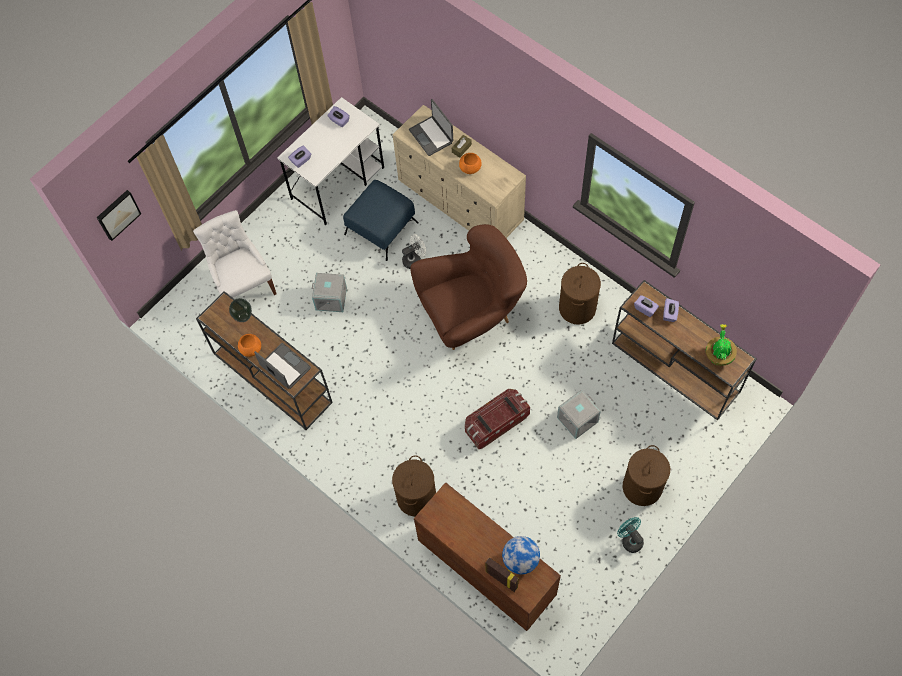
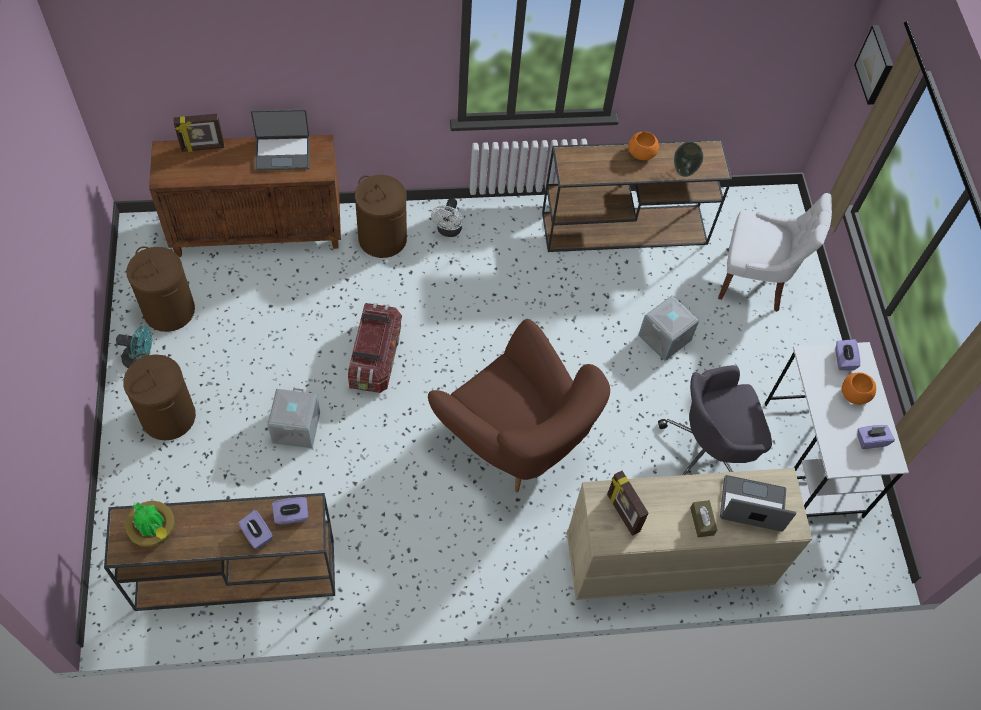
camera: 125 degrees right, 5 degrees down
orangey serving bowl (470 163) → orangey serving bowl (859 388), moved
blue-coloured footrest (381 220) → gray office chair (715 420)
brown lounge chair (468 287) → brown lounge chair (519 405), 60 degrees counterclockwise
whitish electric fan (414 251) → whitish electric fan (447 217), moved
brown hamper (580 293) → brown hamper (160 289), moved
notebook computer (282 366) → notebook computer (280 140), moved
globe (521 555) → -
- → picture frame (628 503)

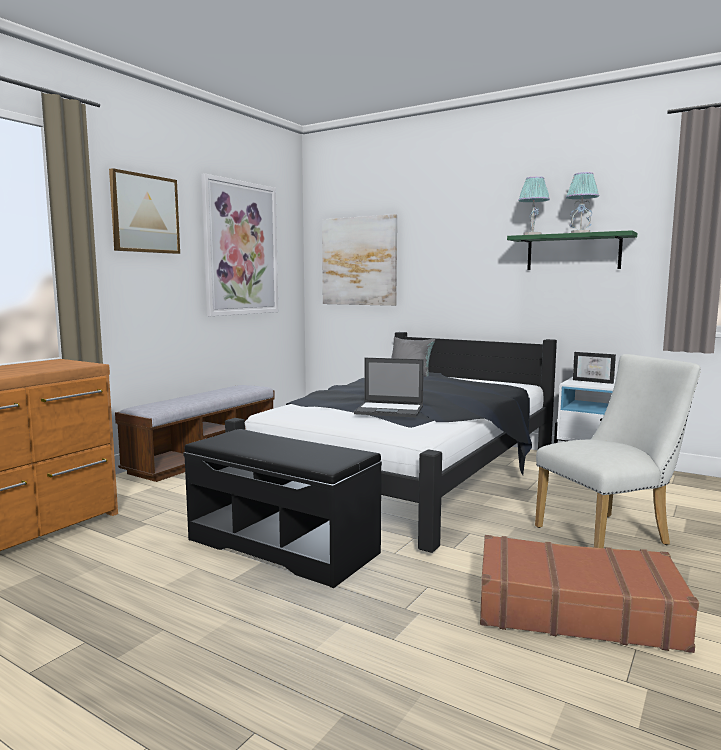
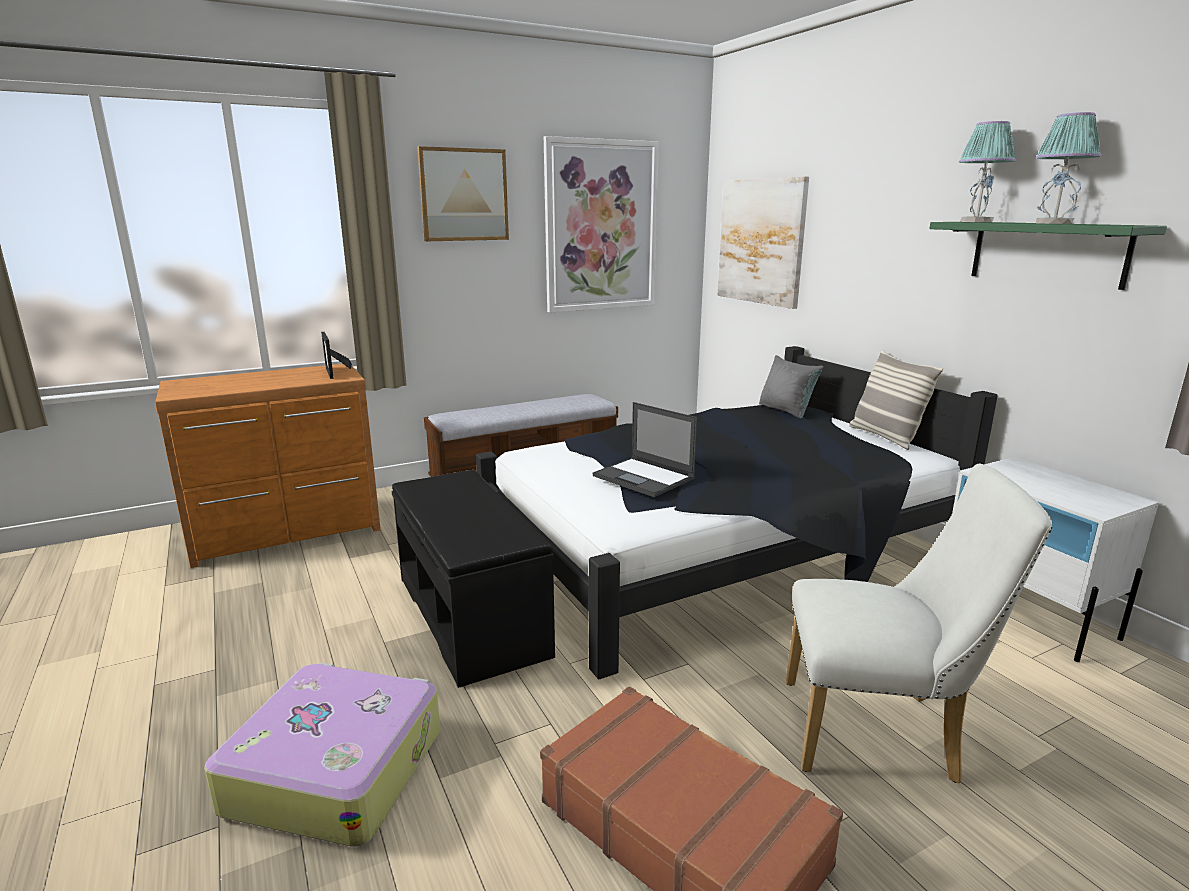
camera: 30 degrees right, 10 degrees up
picture frame (594 368) → picture frame (336 355), moved
- → cushion (896 400)
- → piece of luggage (322 754)

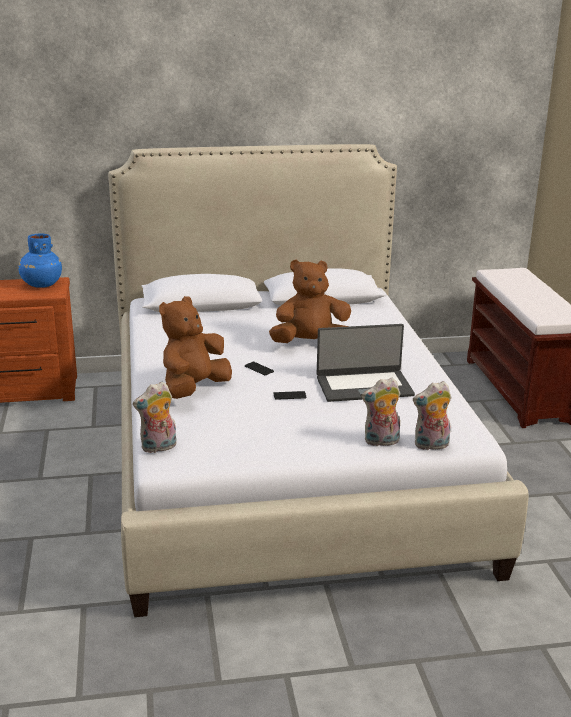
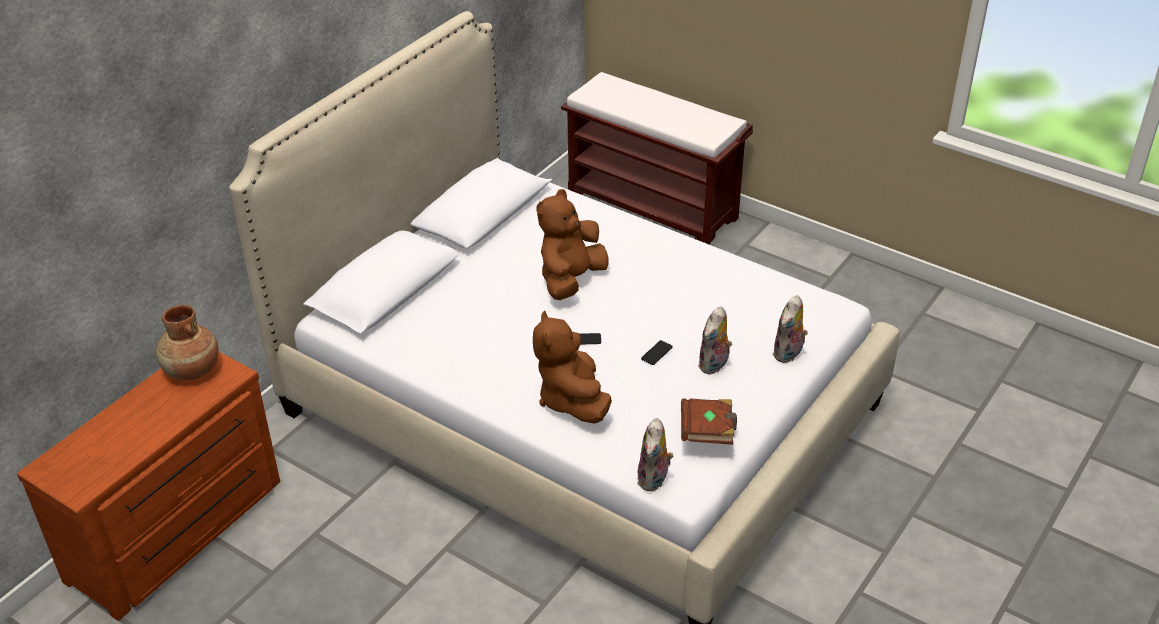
camera: 45 degrees left, 15 degrees up
blue-coloured vase (40 260) → brown vase (187 342)
notebook computer (366 363) → -
plush toy (432 415) → plush toy (715 340), moved
- → brown volume (709 421)

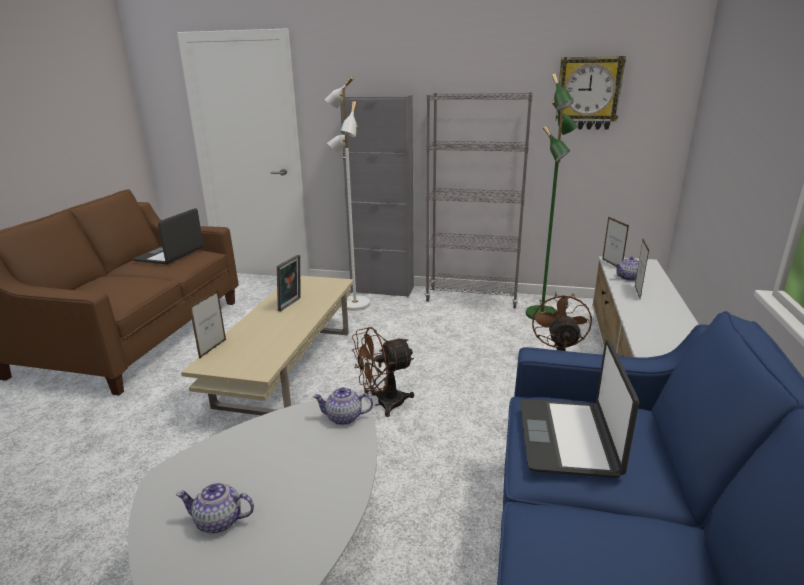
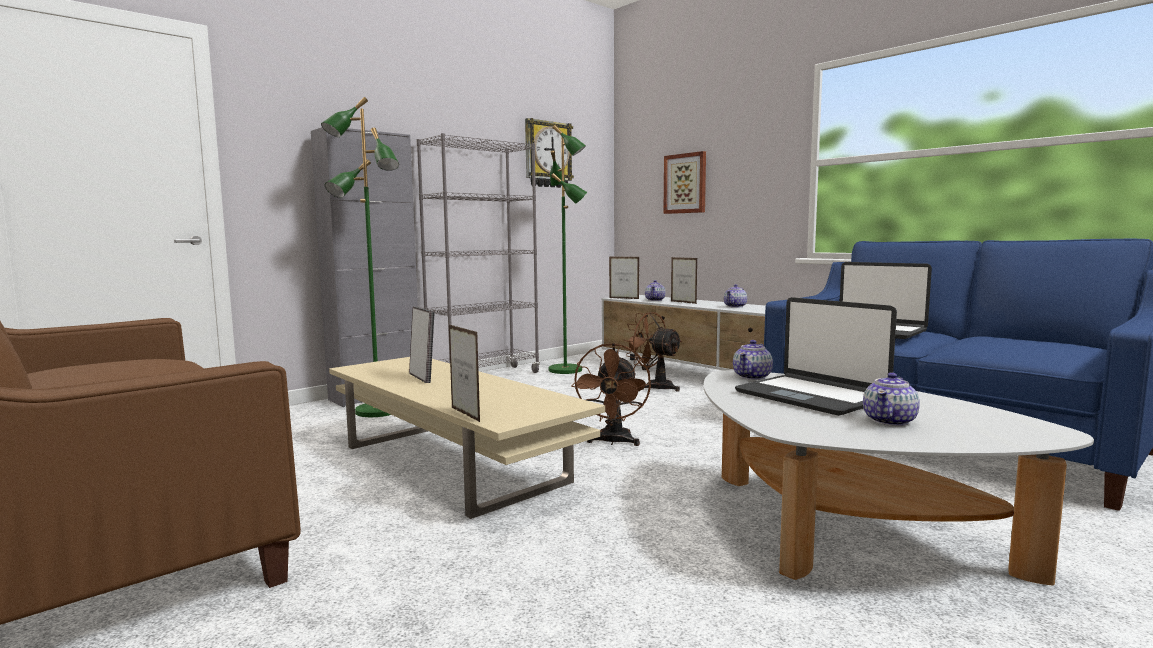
camera: 55 degrees left, 15 degrees down
whitish standing lamp (347 193) → green-coloured standing lamp (360 257)
notebook computer (168 236) → notebook computer (816 356), moved
- → wall art (684 182)
- → pot for tea (735 296)

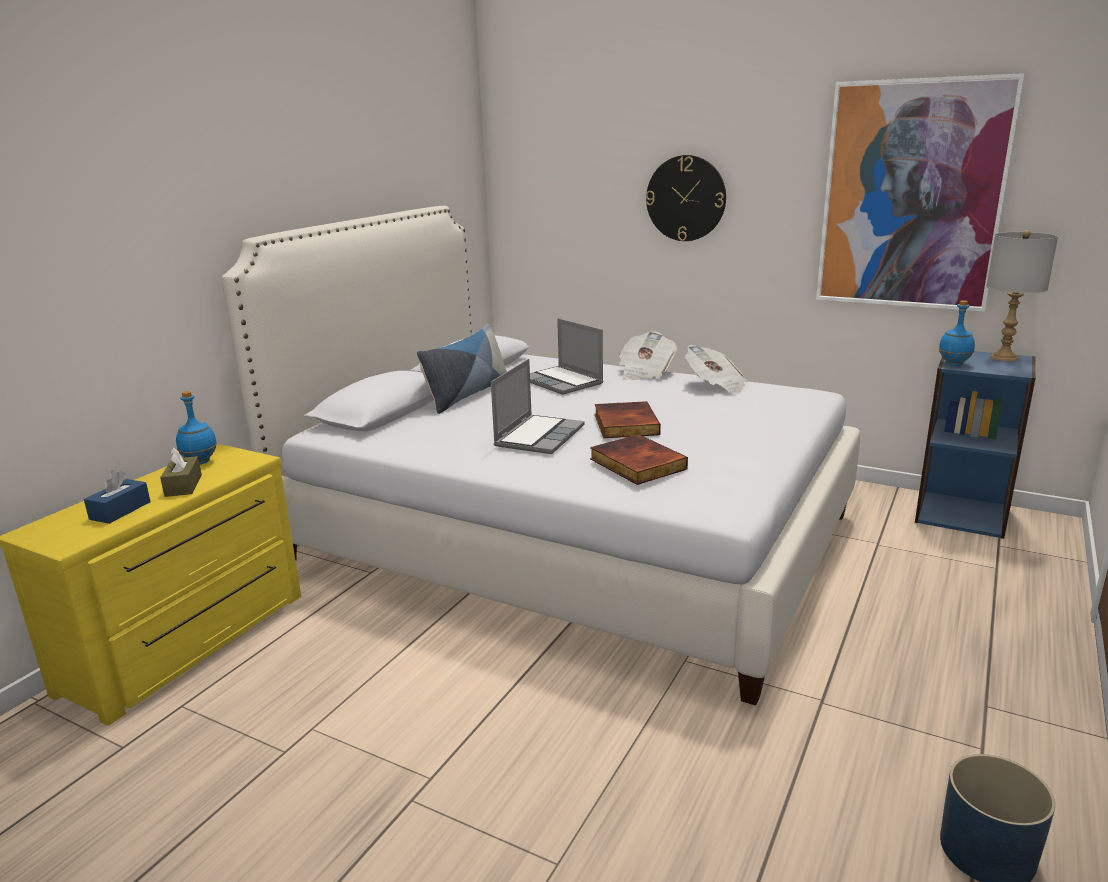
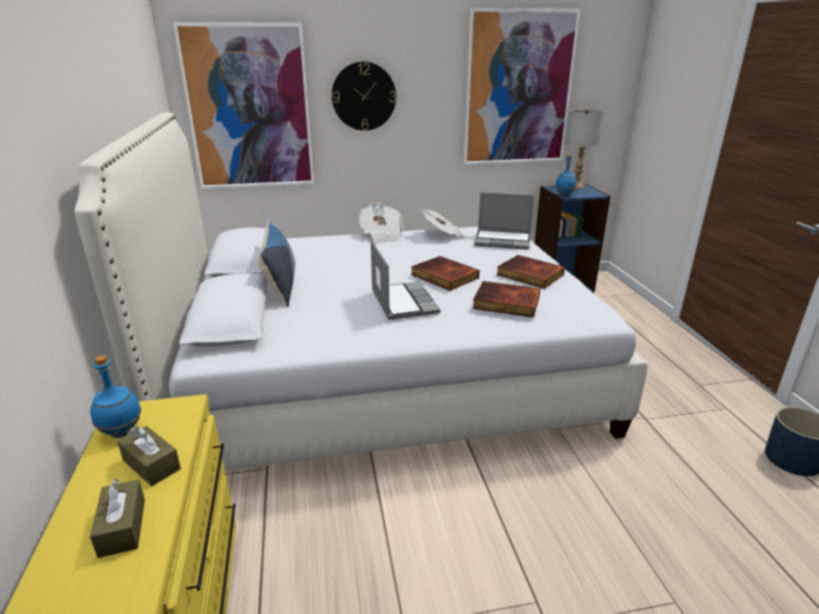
camera: 40 degrees left, 5 degrees up
notebook computer (566 356) → notebook computer (504 221), moved
blue-coloured box of tissues (117 497) → brown box of tissues (117 518)
- → wall art (243 105)
- → volume (530 272)

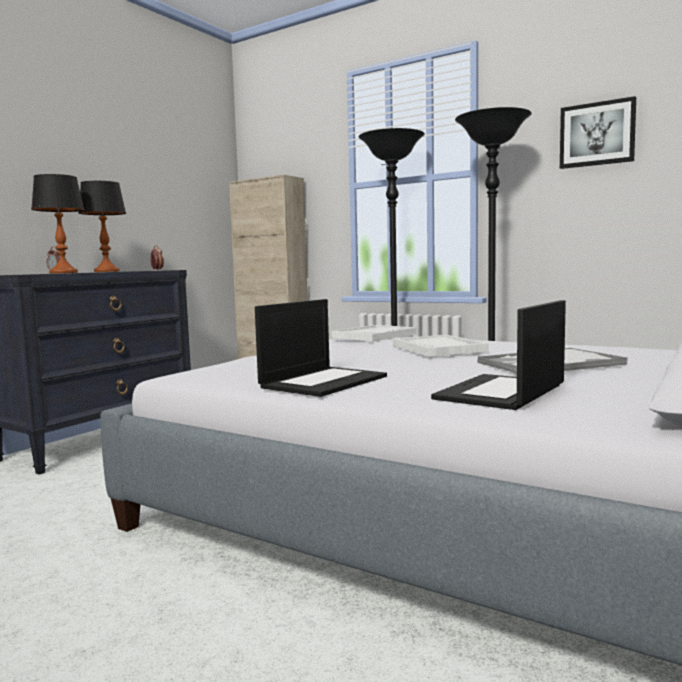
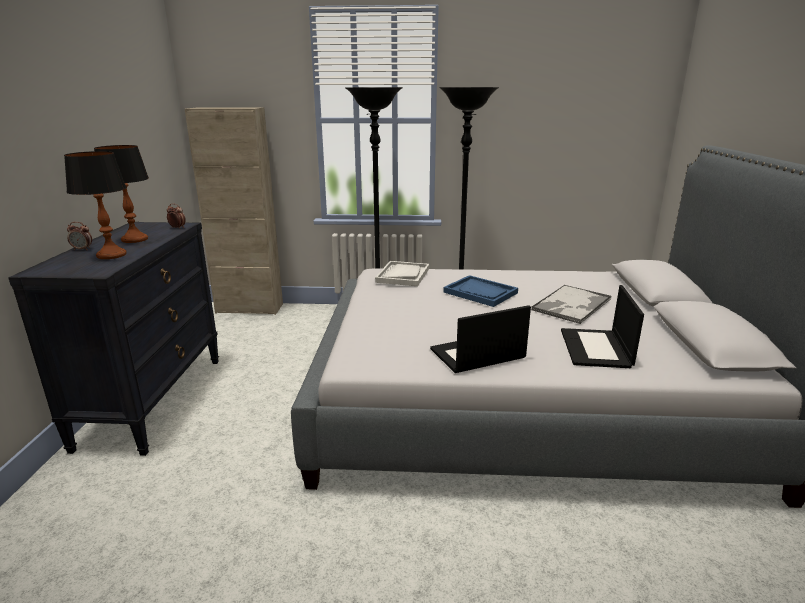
camera: 30 degrees left, 15 degrees up
wall art (598 132) → -
notebook computer (321 348) → notebook computer (480 339), 120 degrees counterclockwise
whitish serving tray (441 346) → blue-coloured serving tray (480 291)

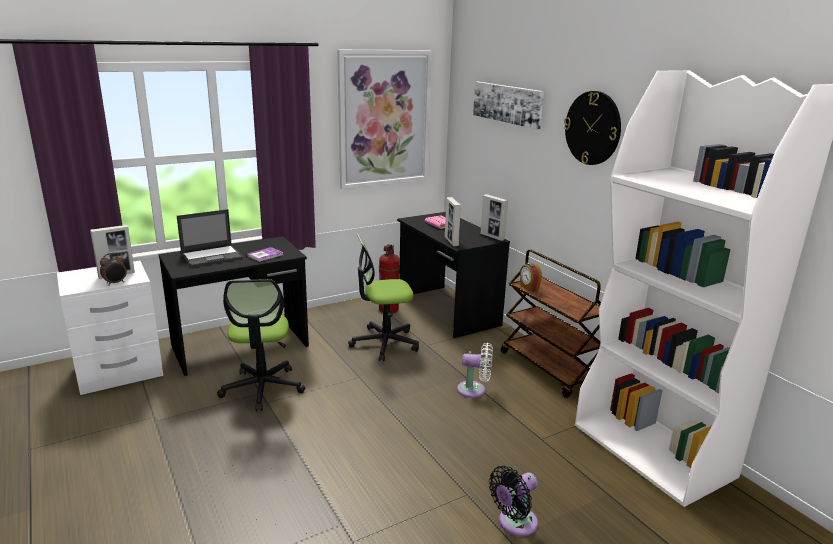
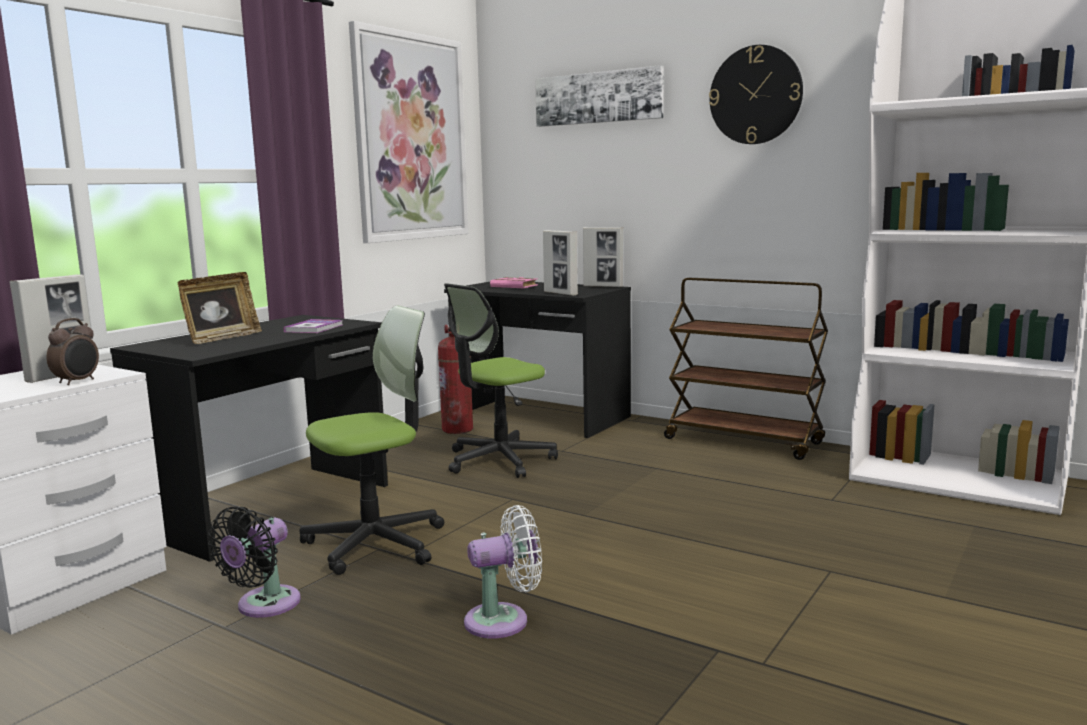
camera: 25 degrees left, 10 degrees down
notebook computer (210 238) → picture frame (219 308)
alarm clock (531 277) → -
office chair (261 345) → office chair (371 440), 90 degrees counterclockwise
whitish electric fan (475 370) → whitish electric fan (503 572), moved
black electric fan (513 501) → black electric fan (254 562), moved

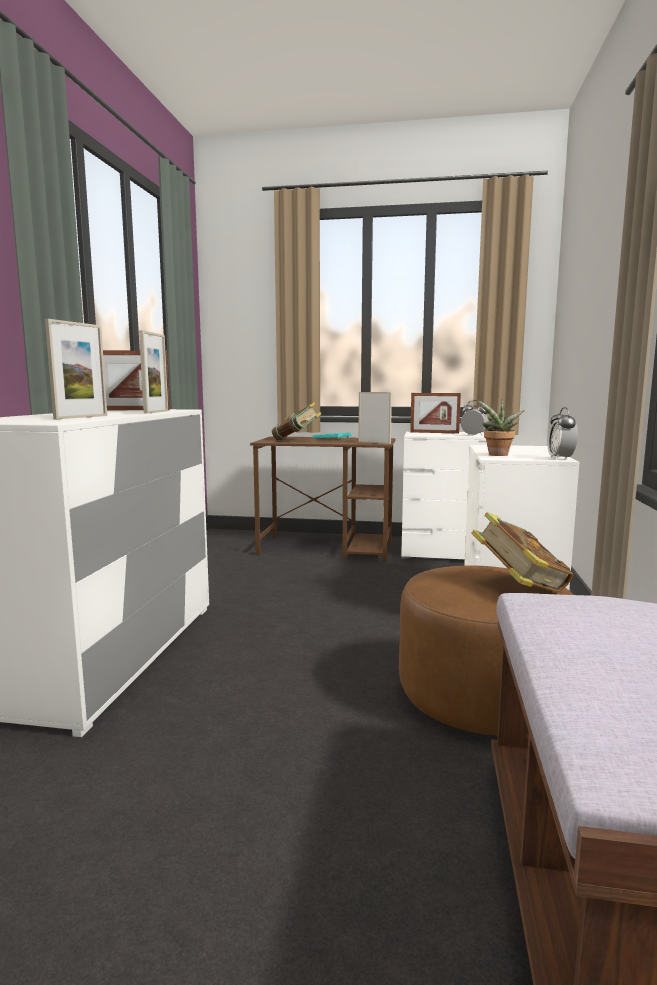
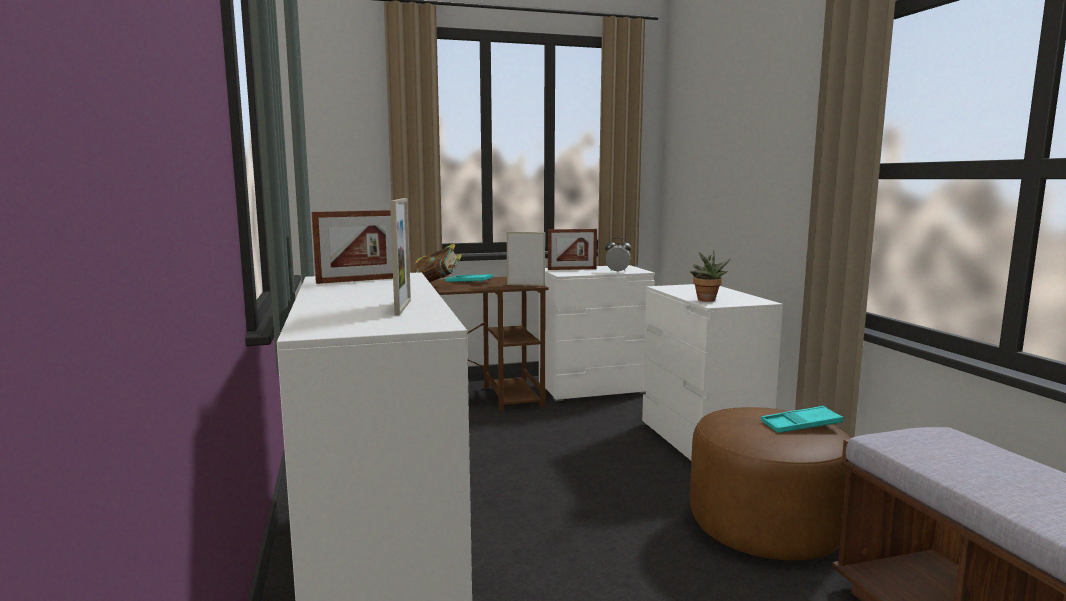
camera: 25 degrees left, 0 degrees up
picture frame (153 372) → -
alarm clock (563 433) → -
volume (522 552) → turquoise-coloured serving tray (802 419)

